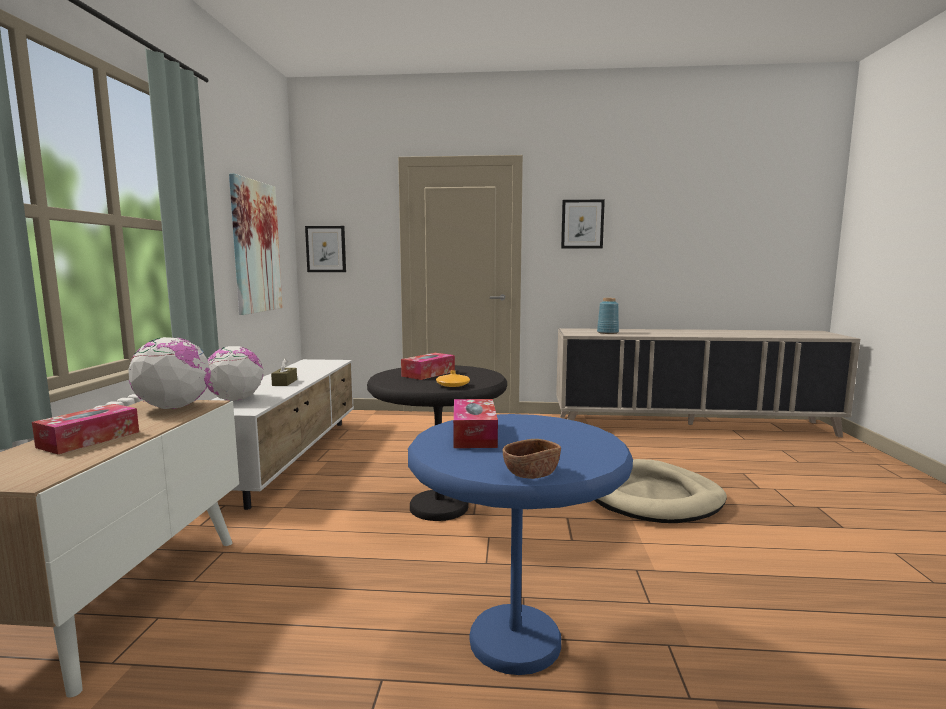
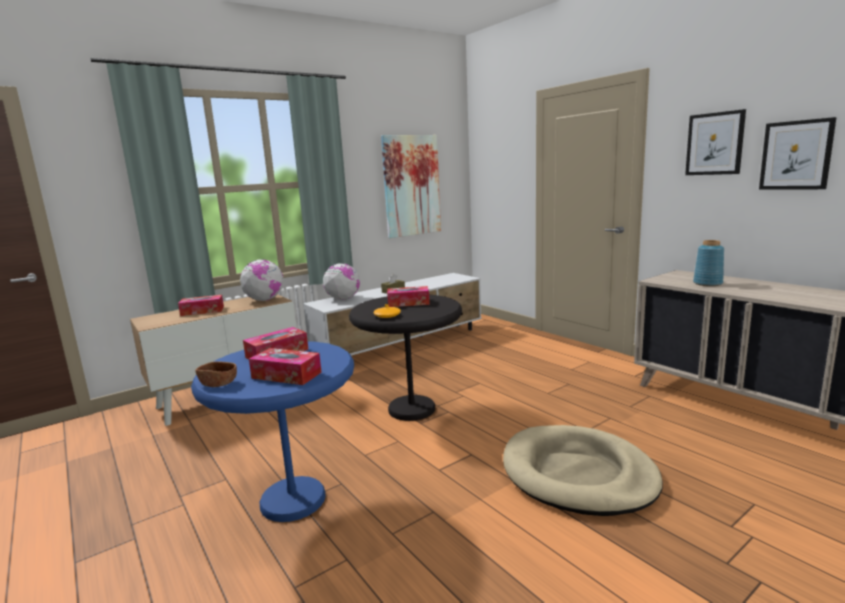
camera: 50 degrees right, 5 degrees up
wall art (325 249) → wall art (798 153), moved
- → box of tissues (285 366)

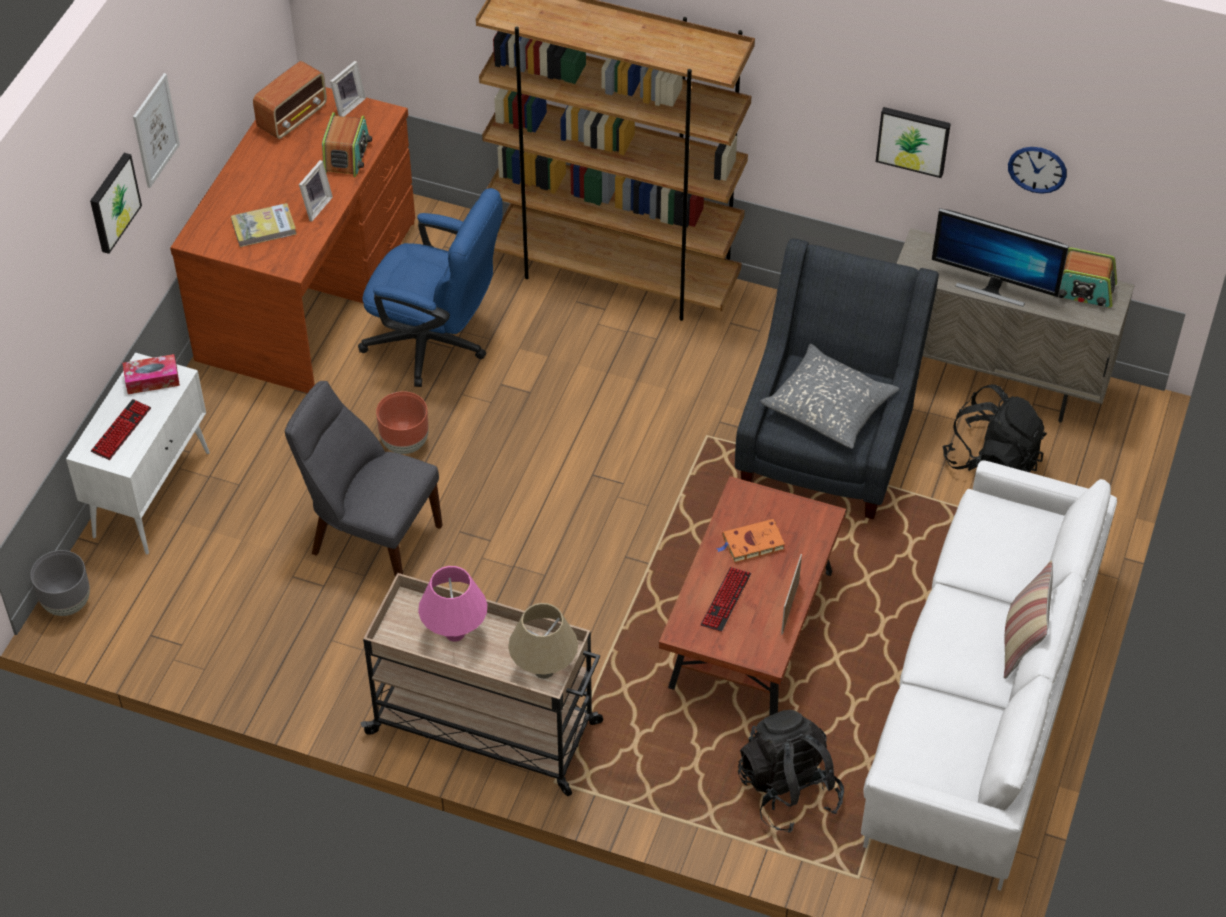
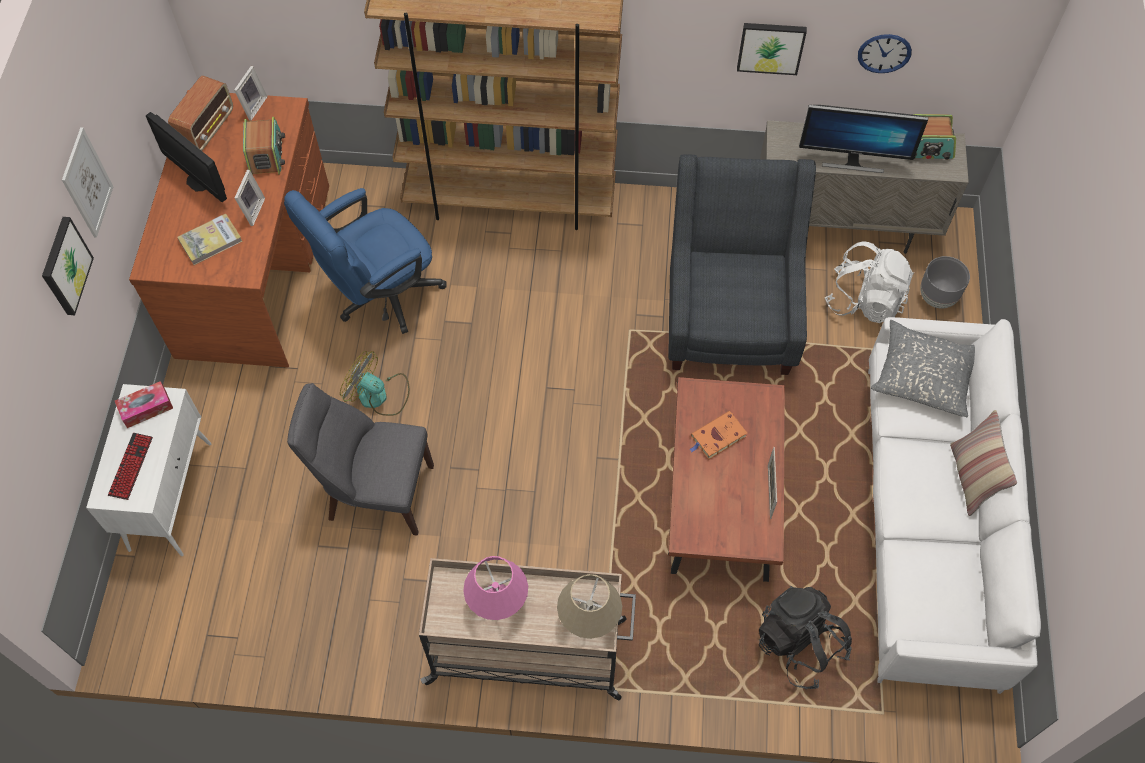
camera: 15 degrees left, 10 degrees up
blue-coloured office chair (430 287) → blue-coloured office chair (365 261), 135 degrees clockwise
gray cushion (829 396) → gray cushion (923 368), moved
black rucksack (994 428) → whitish rucksack (869 282)
brown planter (402 422) → electric fan (375 383)
gray planter (60 583) → gray planter (945 282), moved
keyboard (726 599) → -
- → computer display (186 157)

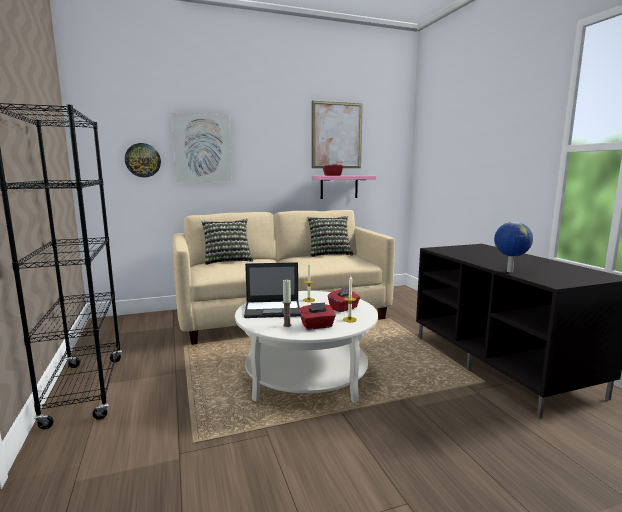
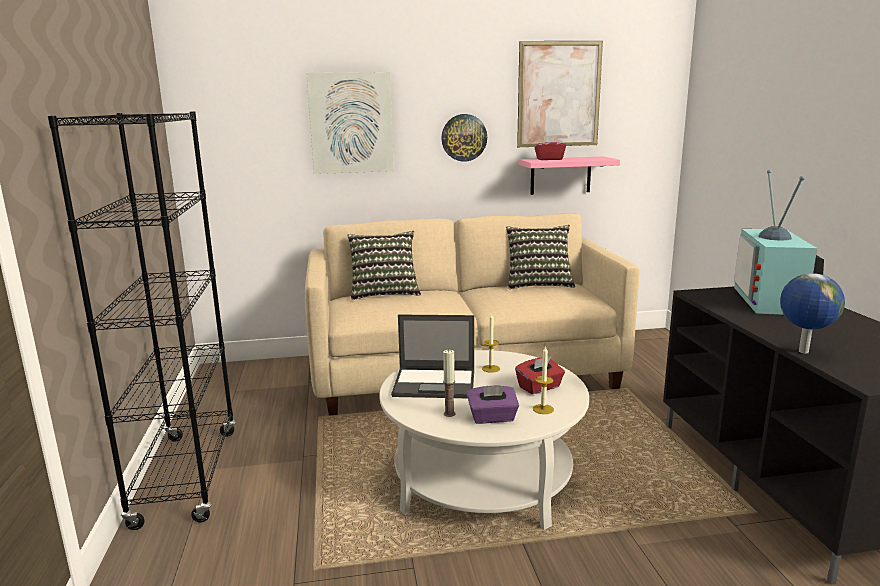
camera: 10 degrees right, 5 degrees up
clock on the wall (143 160) → clock on the wall (464 138), moved
reddish box of tissues (317 316) → purple-coloured box of tissues (493 405)
- → TV set (779 242)

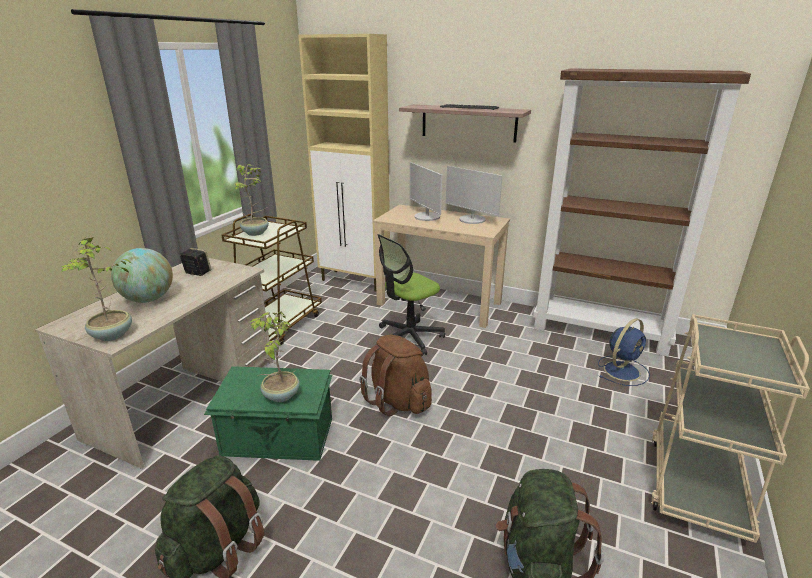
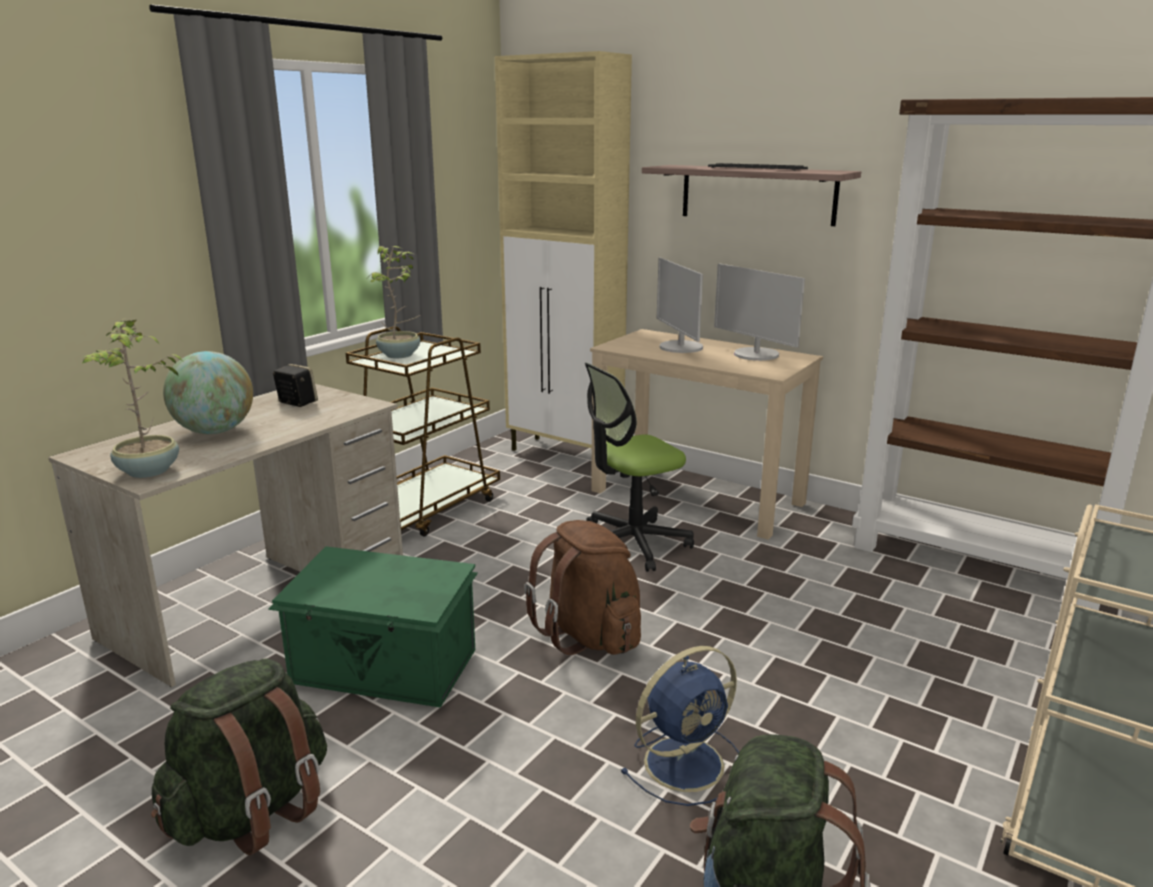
camera: 10 degrees right, 5 degrees down
potted plant (274 357) → -
blue-coloured electric fan (624 352) → blue-coloured electric fan (680 726), moved

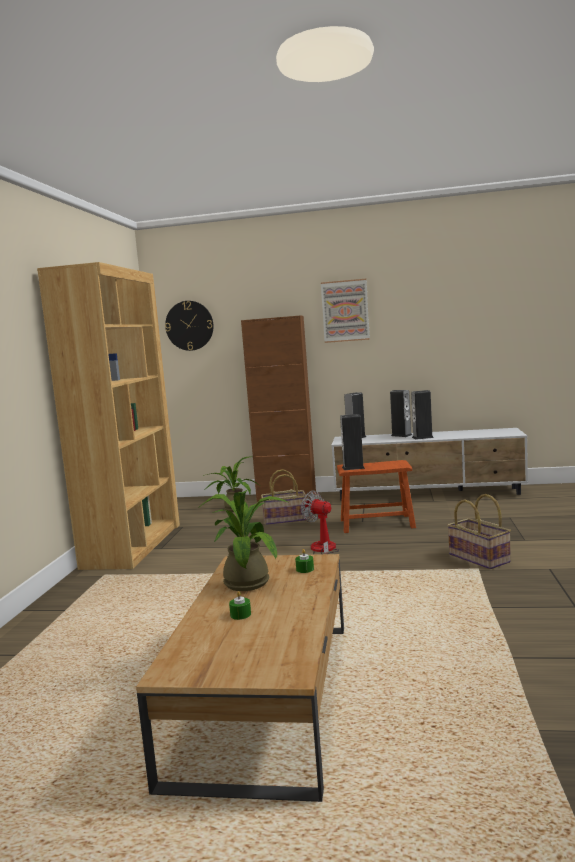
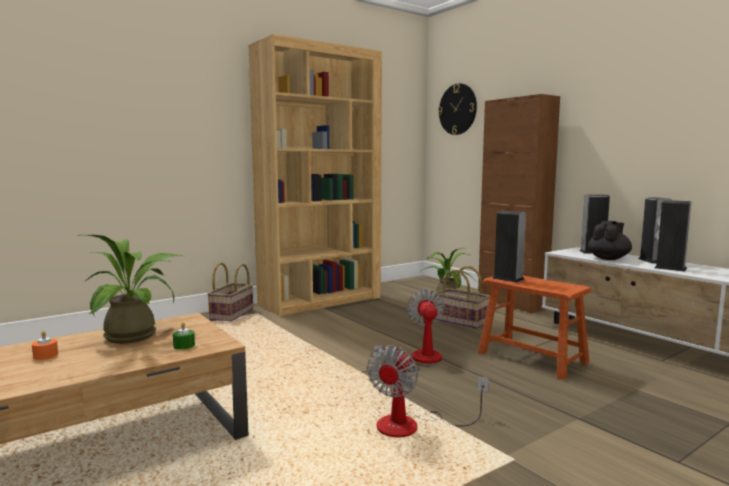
camera: 45 degrees right, 0 degrees up
wall art (345 311) → -
storage basket (479 531) → storage basket (230 291), moved
green-coloured wax light (240 605) → orangey wax light (45 345)
- → black pot for tea (610 240)
- → electric fan (428 391)

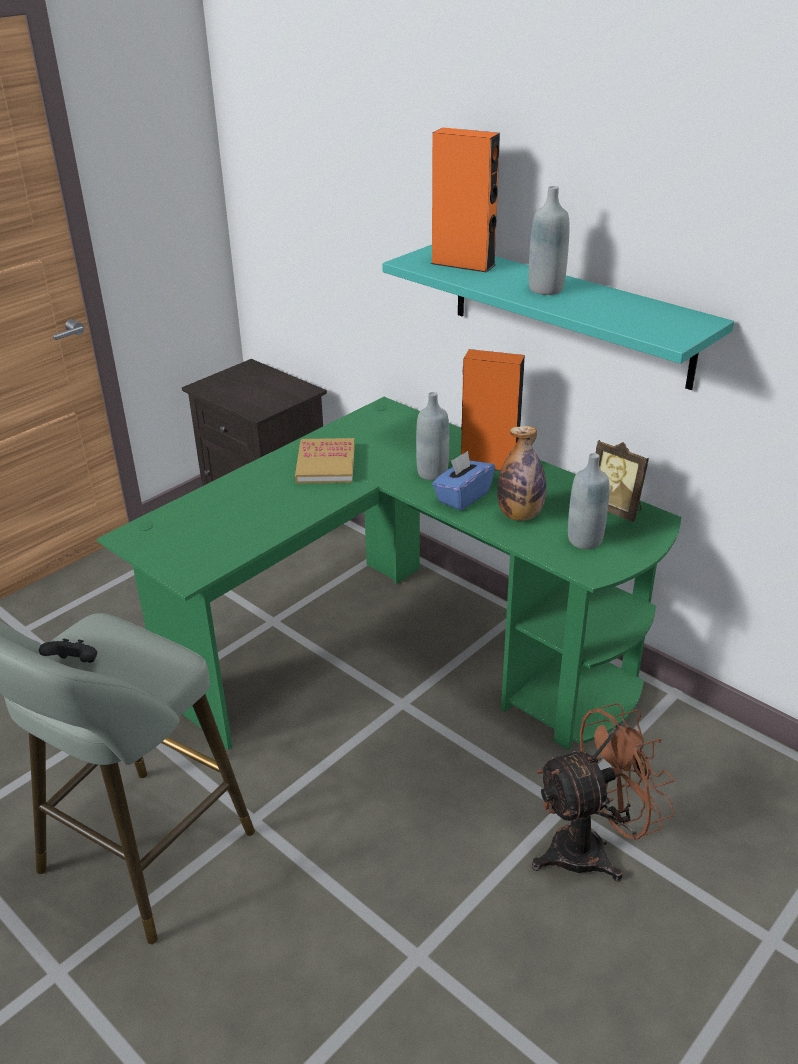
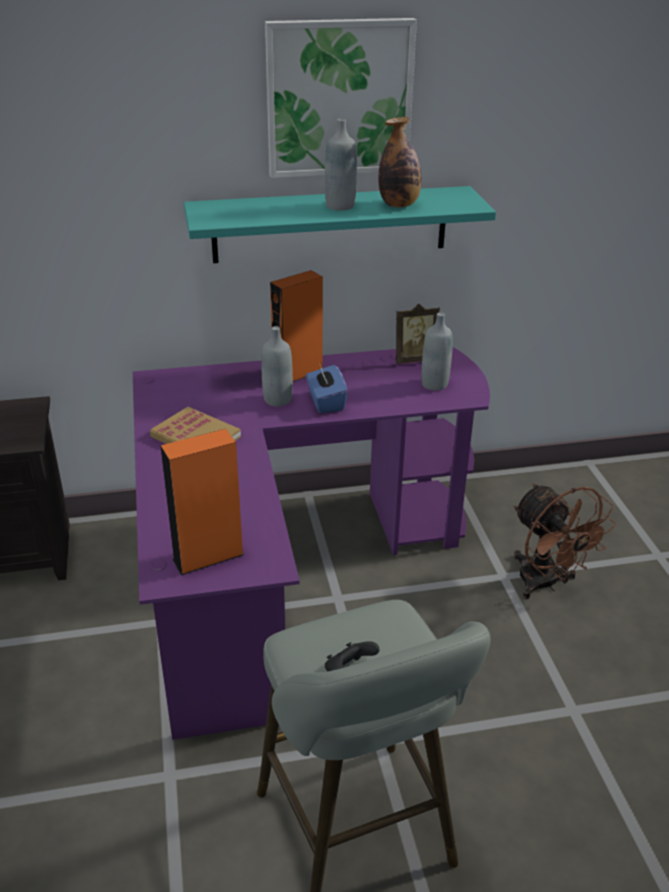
camera: 55 degrees left, 0 degrees up
orangey speaker (465 200) → orangey speaker (202 502), moved
green-coloured desk unit (389 573) → purple-coloured desk unit (311 543)
drink bottle (521 473) → drink bottle (400 162), moved
brown electric fan (603 792) → brown electric fan (565 541), 135 degrees clockwise
- → wall art (341 98)

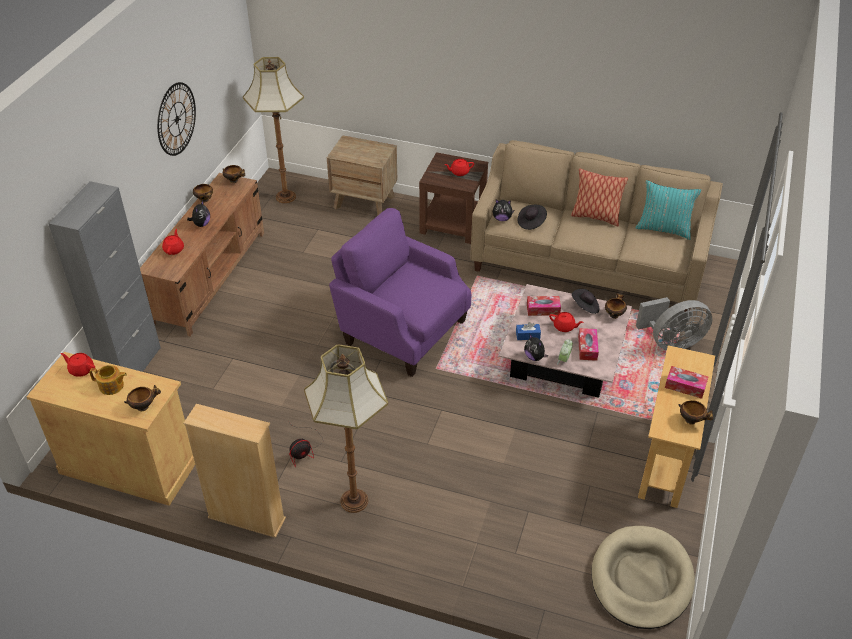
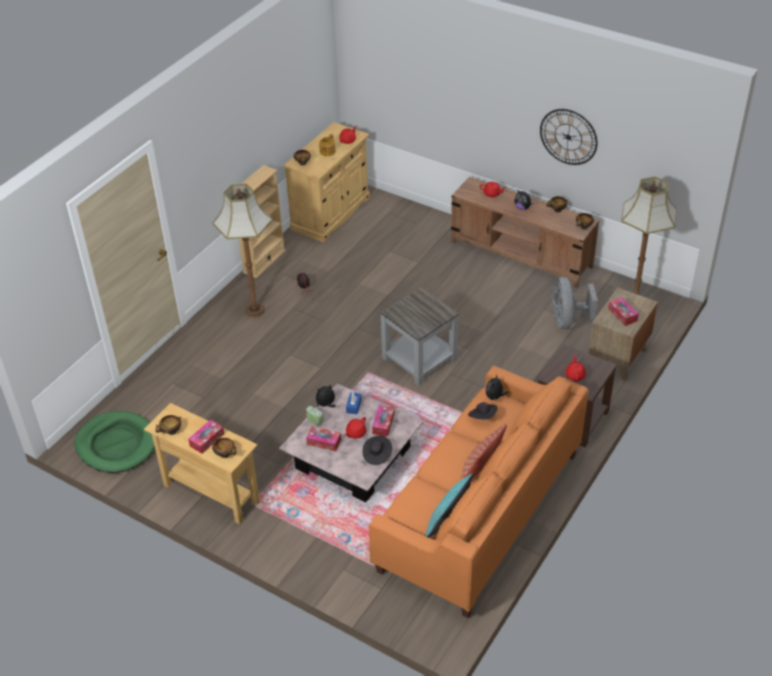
camera: 105 degrees right, 0 degrees up
beige sofa (596 226) → orangey sofa (479 492)
gray cupboard (104 276) → -
purple-coloured lounge chair (400 292) → gray accent table (419 336)
serving bowl (616 306) → serving bowl (224 448), moved
gray electric fan (674 324) → gray electric fan (575 303), moved
beige dog bed (643 577) → green-coloured dog bed (114 442)
- → box of tissues (623 311)

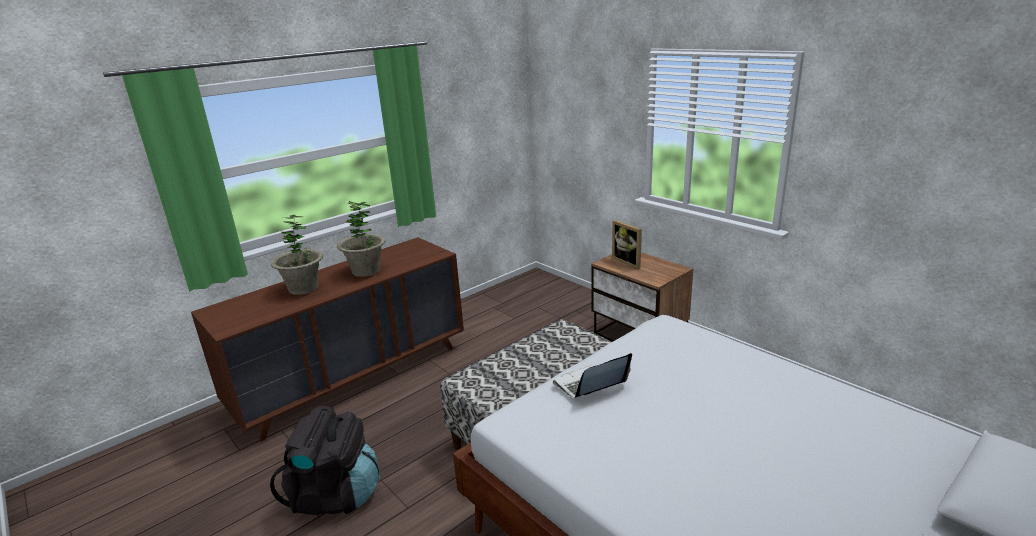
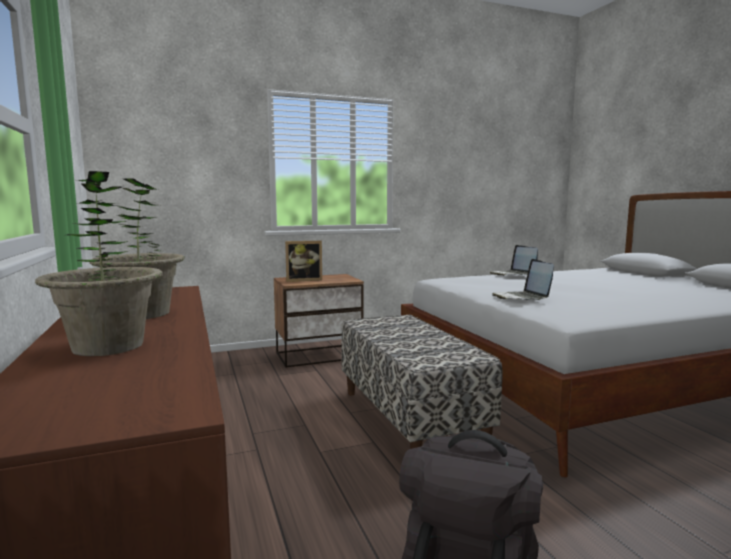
camera: 70 degrees left, 15 degrees down
- → notebook computer (514 260)

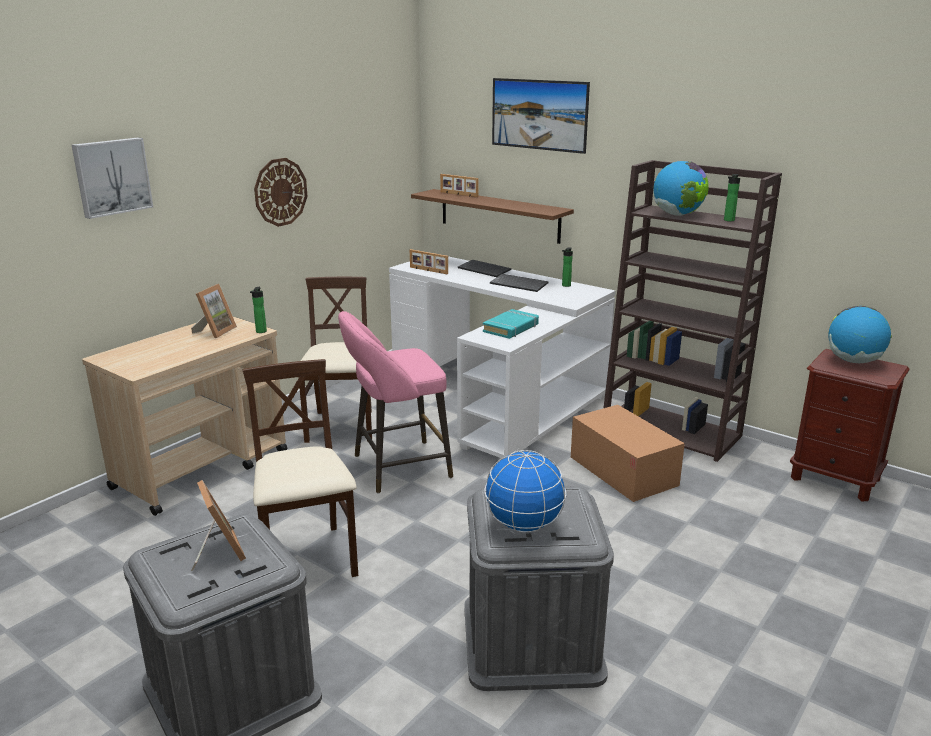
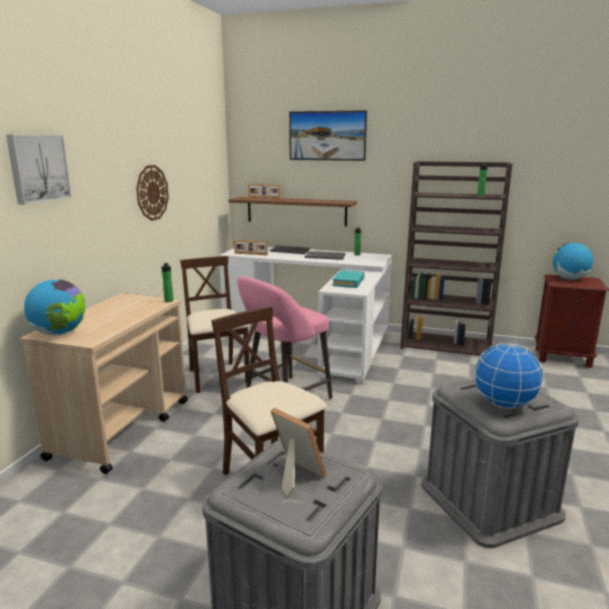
camera: 20 degrees left, 5 degrees down
globe (681 188) → globe (54 307), moved
picture frame (214 311) → -
carton (628 453) → -

